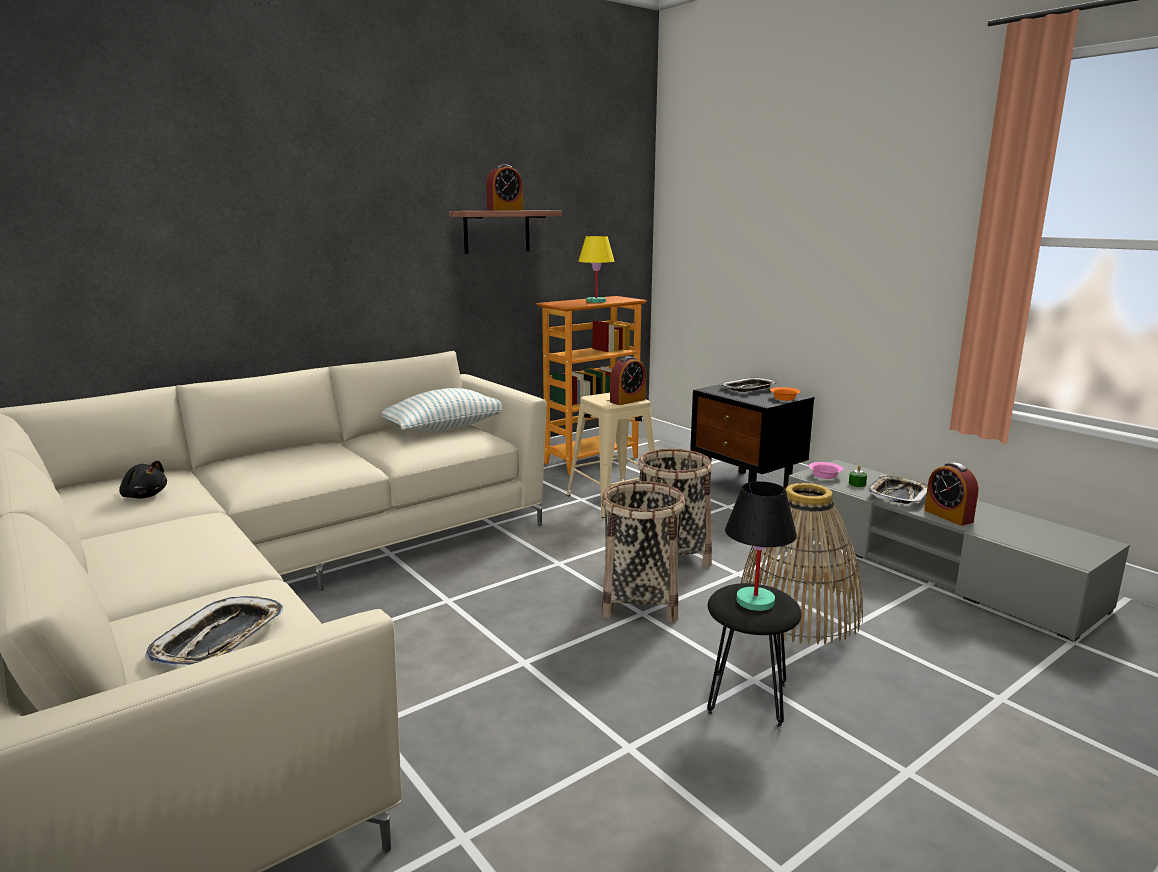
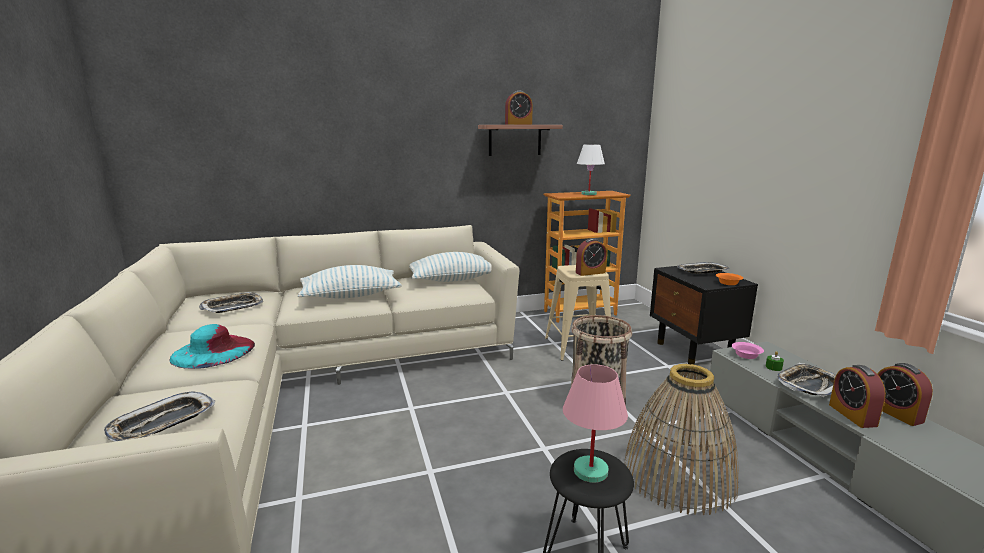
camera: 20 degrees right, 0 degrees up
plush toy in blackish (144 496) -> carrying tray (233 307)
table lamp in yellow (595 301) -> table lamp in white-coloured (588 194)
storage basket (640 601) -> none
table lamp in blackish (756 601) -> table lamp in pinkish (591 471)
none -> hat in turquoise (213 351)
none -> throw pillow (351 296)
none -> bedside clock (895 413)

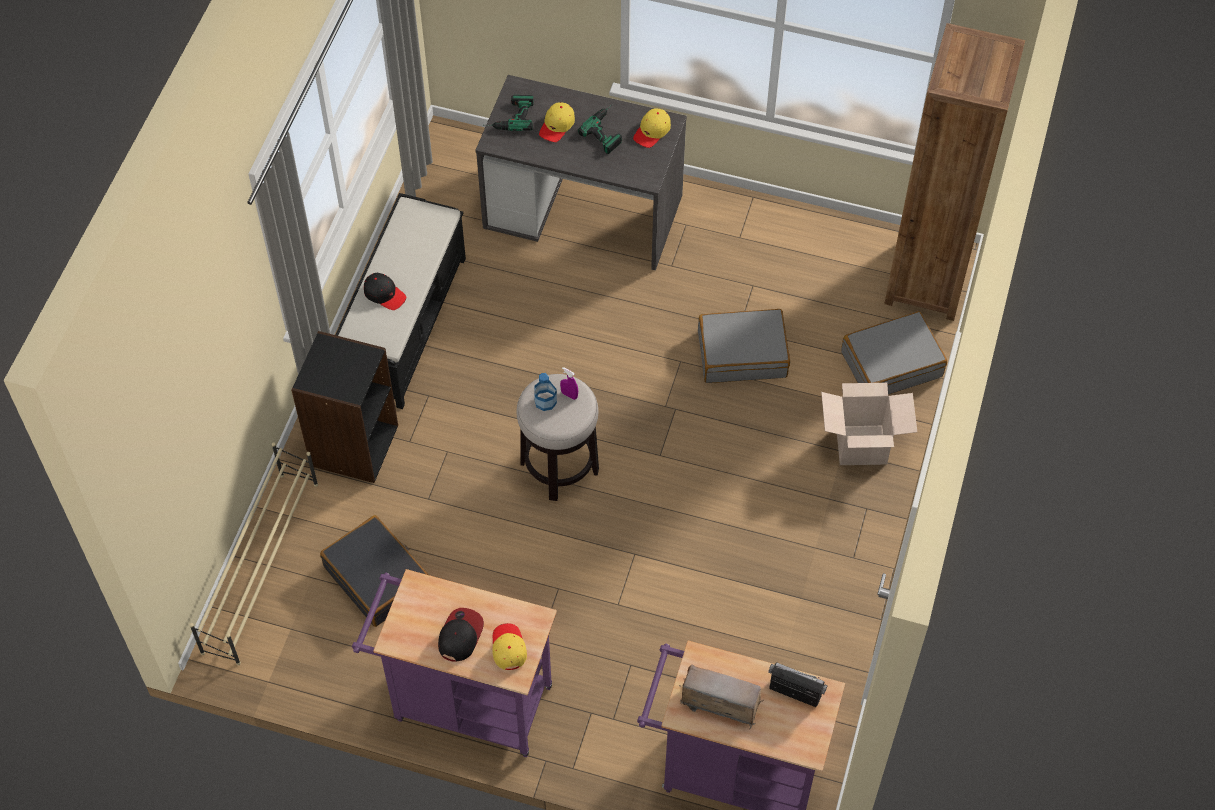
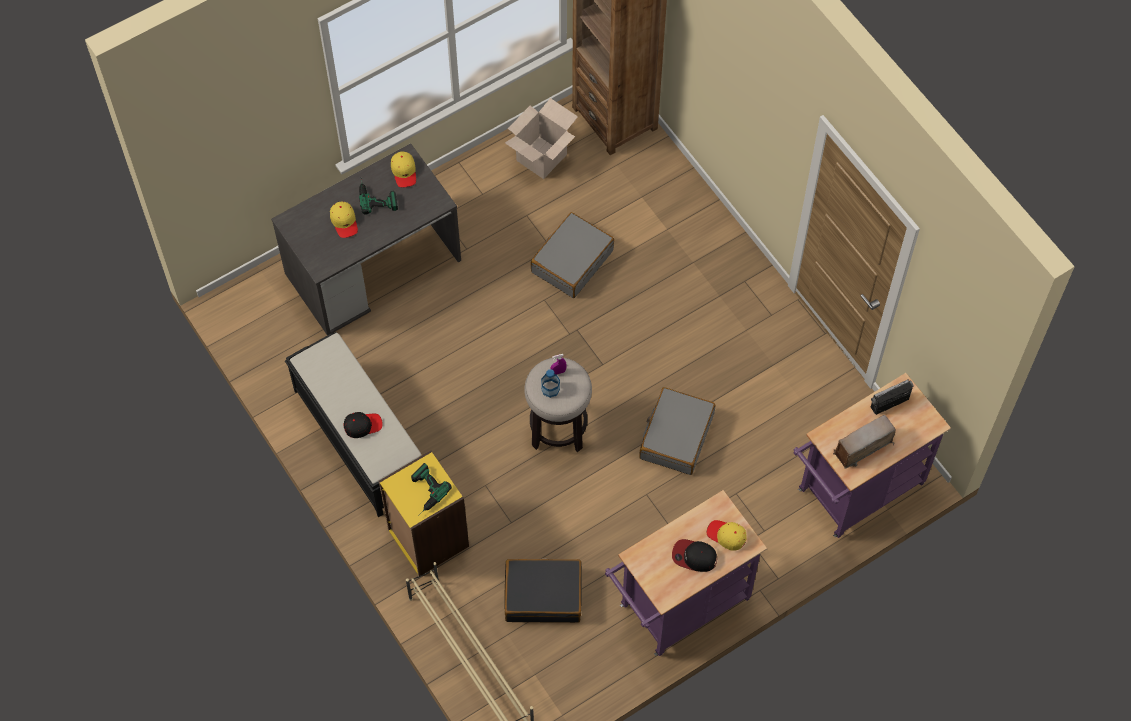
camera: 50 degrees left, 5 degrees up
shelving unit in blackish (353 445) -> shelving unit in yellow (427 538)
cap (460 635) -> cap (694 557), 45 degrees counterclockwise
electric drill (508 116) -> electric drill (423 493), moved
carton (861 445) -> carton (541 157), moved
piece of luggage in grey (891 364) -> piece of luggage in grey (676 436), moved

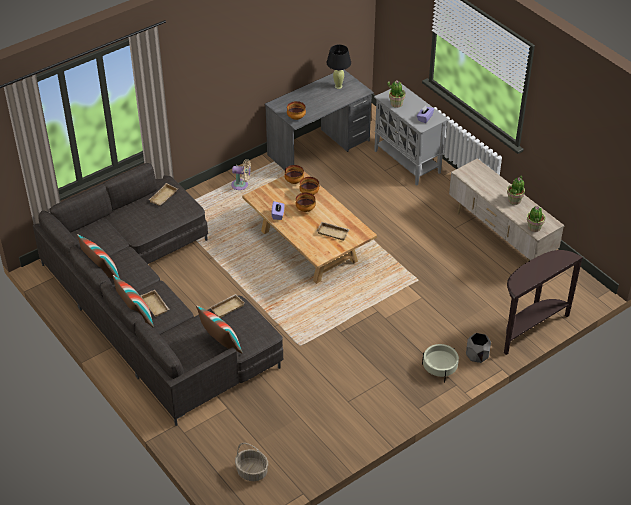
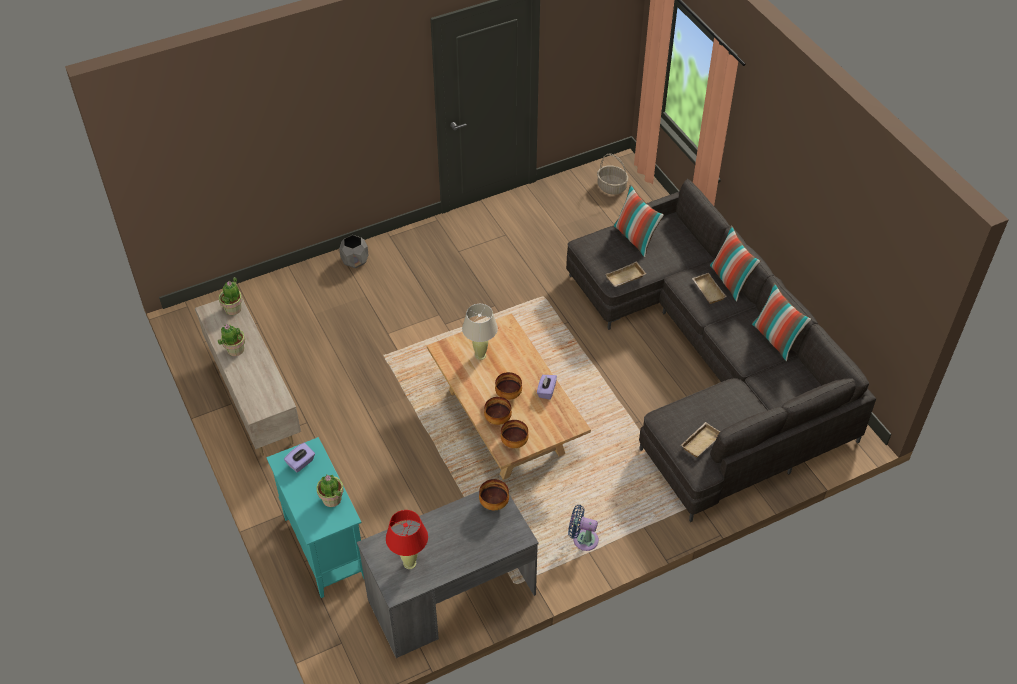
camera: 170 degrees left, 5 degrees up
electric fan in beige-coloured (241 185) -> electric fan in bluish (582 539)
carrying tray in beige-coloured (333 232) -> table lamp in beige-coloured (480 355)
table lamp in blackish (338 86) -> table lamp in red-coloured (409 563)
cupboard in grey (407 162) -> cupboard in turquoise (324 547)
flower pot in beige-coloured (439 368) -> none
console table in brownish (529 328) -> none

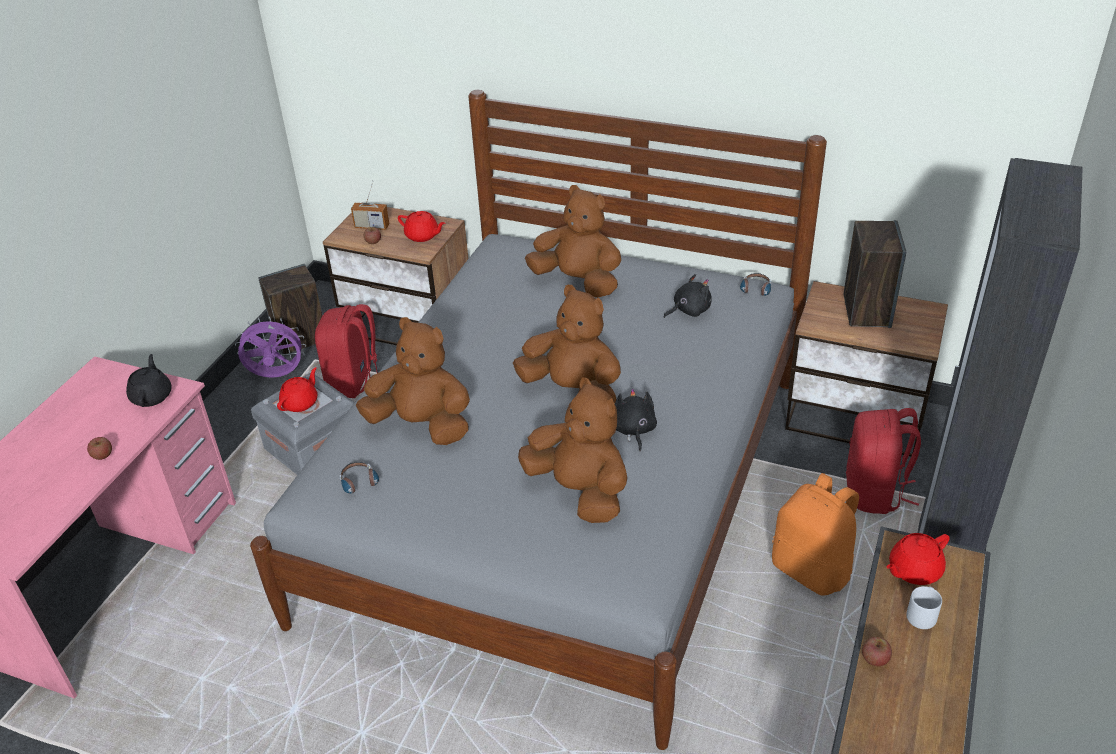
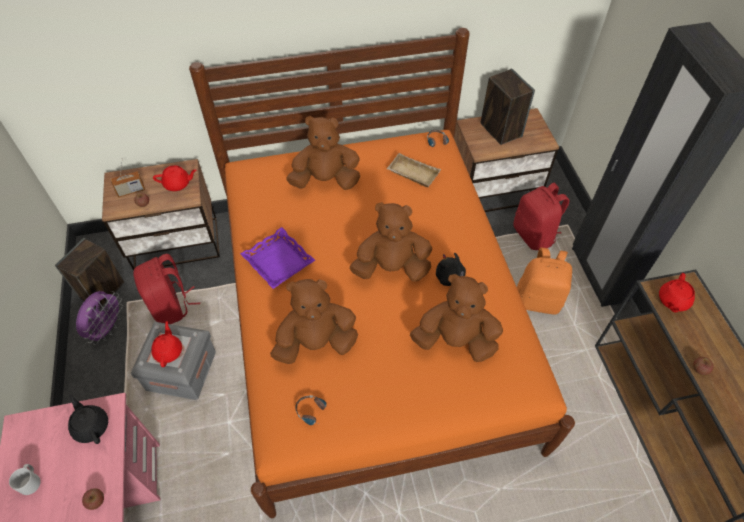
camera: 35 degrees left, 15 degrees up
electric fan in purple-coloured (276 376) -> electric fan in purple-coloured (107 329), 150 degrees clockwise
bed in grey (563 493) -> bed in orange (371 321)
plush toy in blackish (689 310) -> carrying tray in beige-coloured (412 174)
tea mug in grey (922 615) -> tea mug in grey (31 481), moved
none -> carrying tray in purple-coloured (279 261)

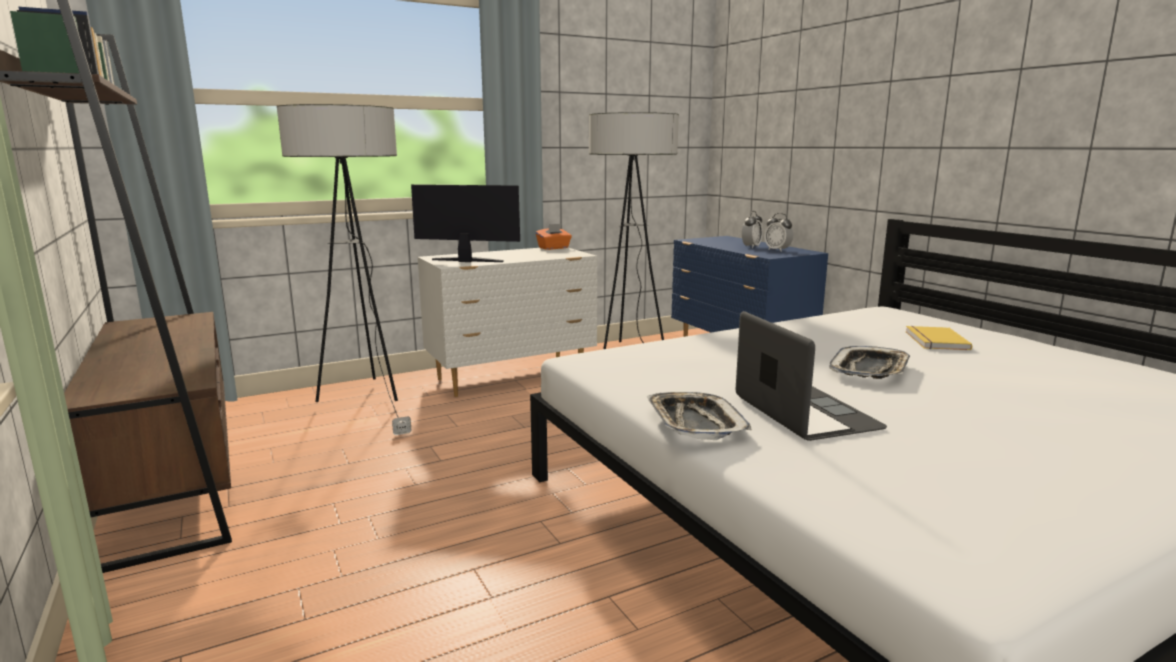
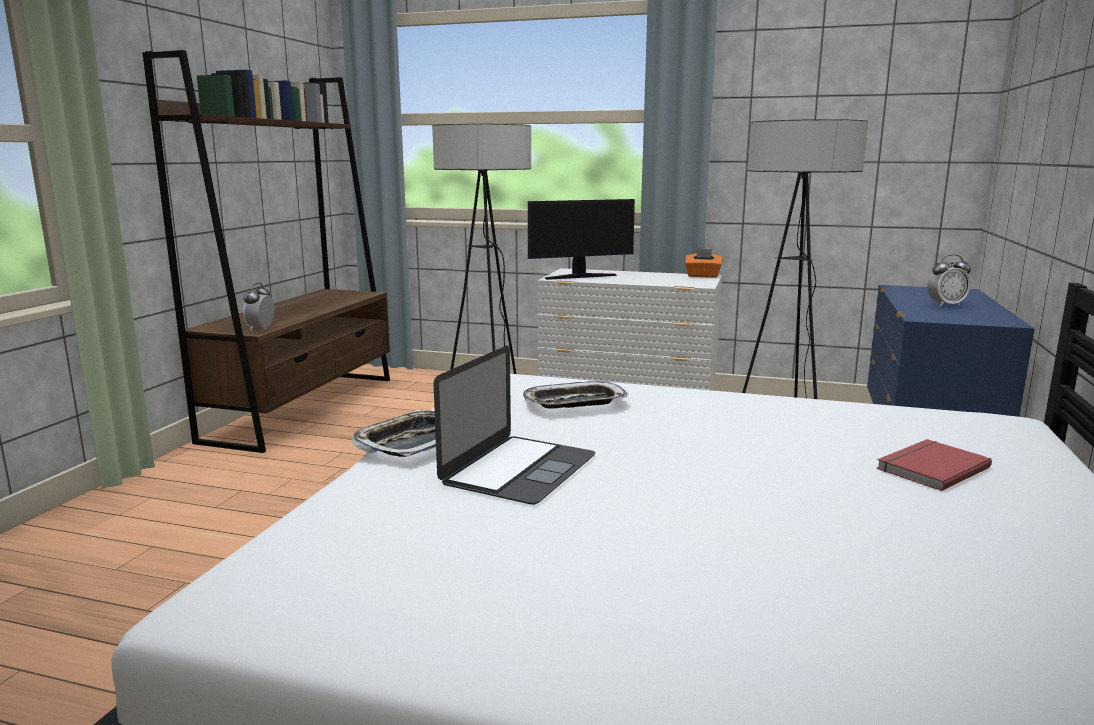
camera: 45 degrees right, 0 degrees up
computer screen (466 261) -> computer screen (580 276), 105 degrees clockwise
bedside clock (777 250) -> bedside clock (261 329), moved
carrying tray (870 369) -> carrying tray (574 403), moved
book in yellow (934 341) -> book in red-coloured (929 467)

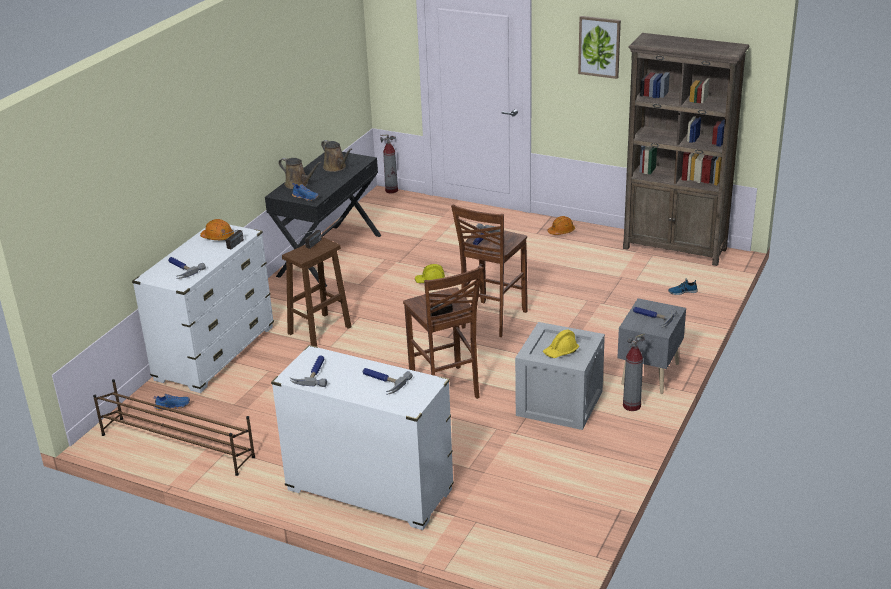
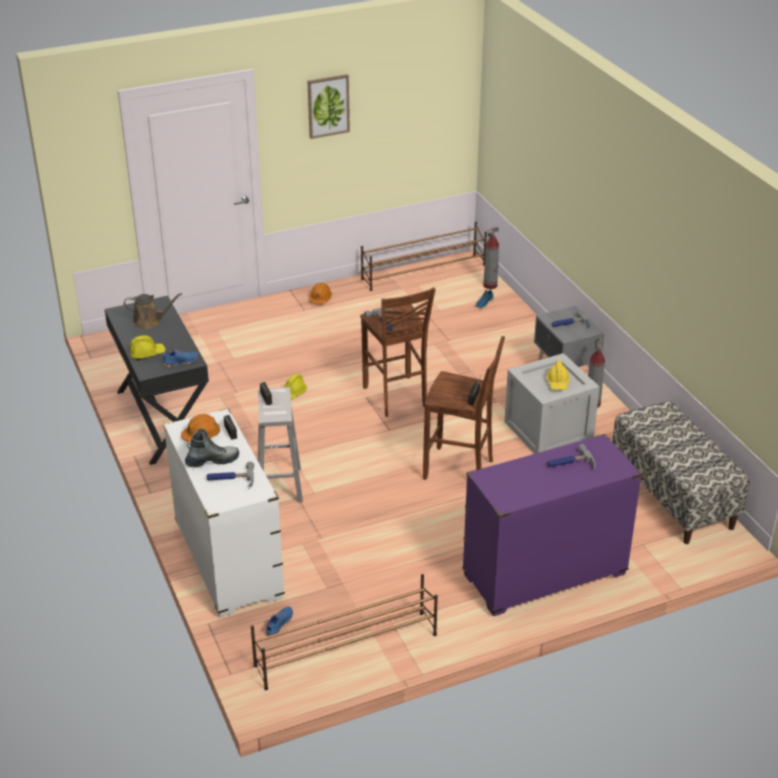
camera: 50 degrees left, 5 degrees up
drawer chest in white-coloured (369 490) -> drawer chest in purple-coloured (544 575)
watering pot in brownish (298 184) -> work helmet in yellow (147 354)
sitting stool in brownish (320 330) -> sitting stool in white-coloured (279 485)
hand hammer (313 373) -> none
fire extinguisher (391 190) -> fire extinguisher (490 285), moved
shelving unit in brownish (675 249) -> shoe stand in brownish (424 272)
none -> high-top boot (212 461)
none -> long seat (673 496)

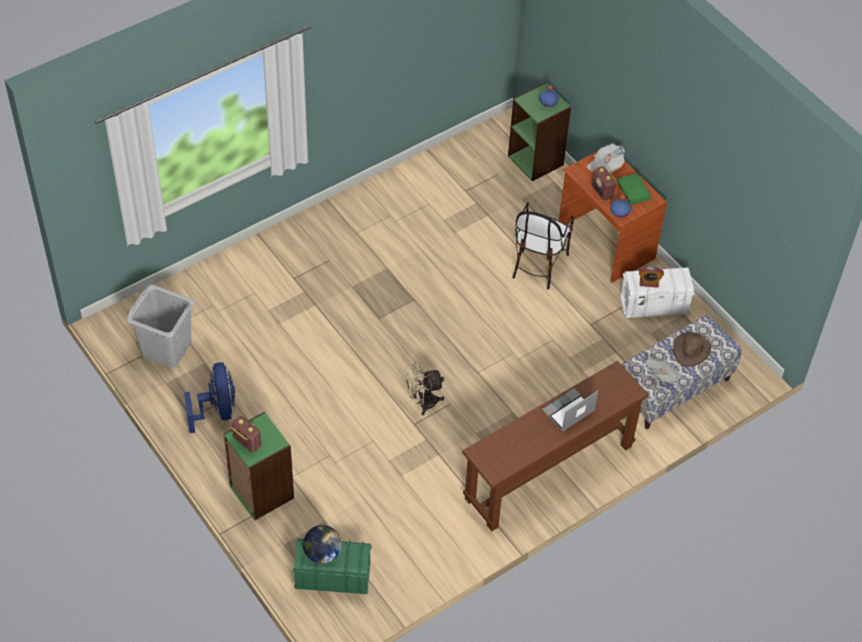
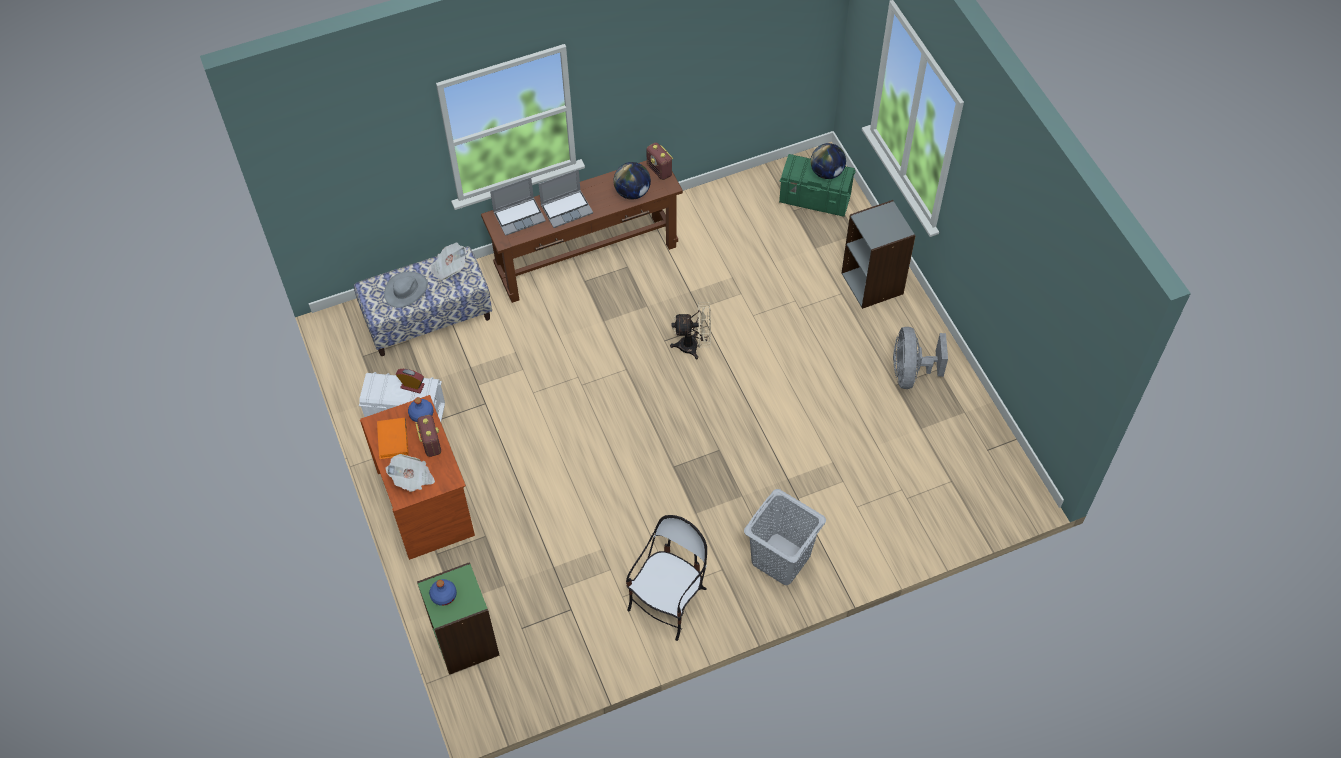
camera: 165 degrees left, 5 degrees up
laundry basket in grey (166 349) -> laundry basket in grey (780 558), moved
electric fan in bluish (217 410) -> electric fan in grey (910 372)
shelving unit in green (261 492) -> shelving unit in grey (873 283)
radio set (247 442) -> radio set (659 170), moved
upright chair (538 264) -> upright chair (669 602), moved
book in green (633 190) -> book in orange (393 440)
hat in brownish (691 349) -> hat in grey (406 290)
none -> notebook computer (519 216)
none -> desk globe (632 192)

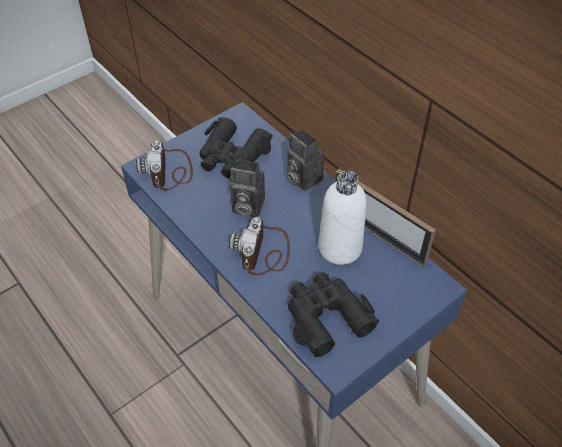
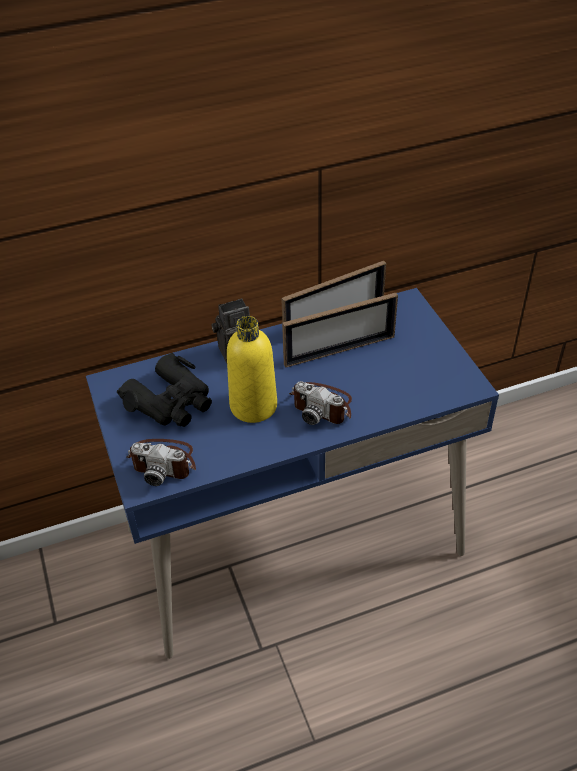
camera: 70 degrees left, 5 degrees down
still camera (246 206) -> drink bottle in yellow (253 406)
pair of binoculars in blackish (325 317) -> none
drink bottle in white-coloured (340 248) -> standing frame (339 350)

